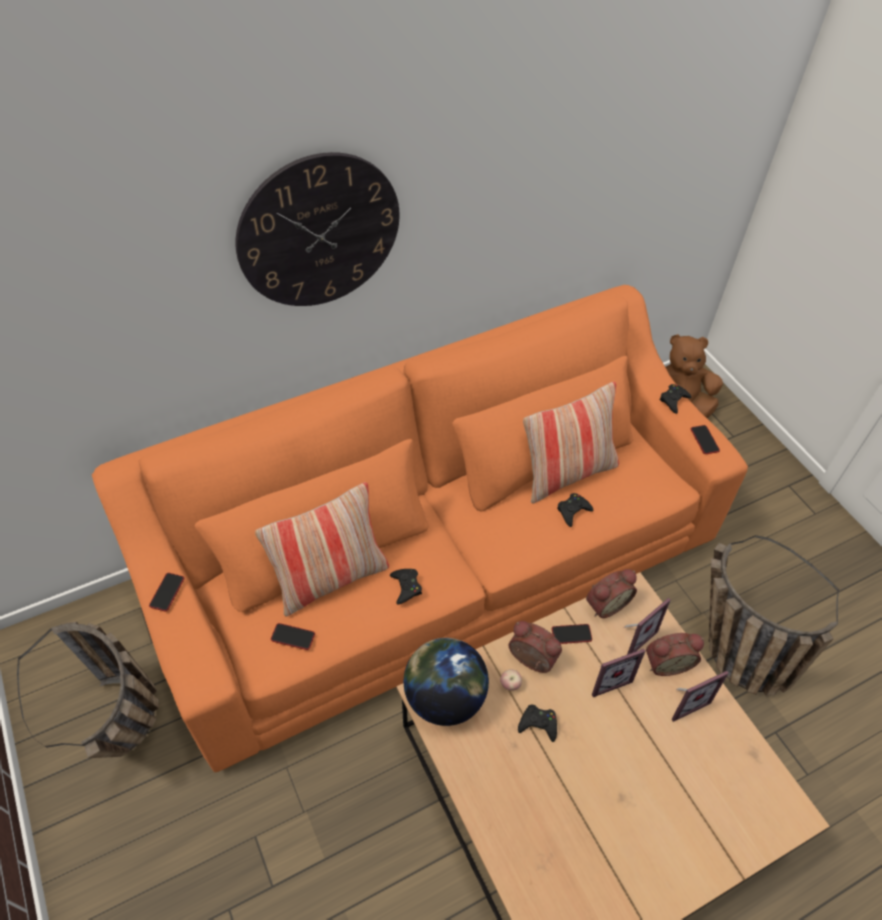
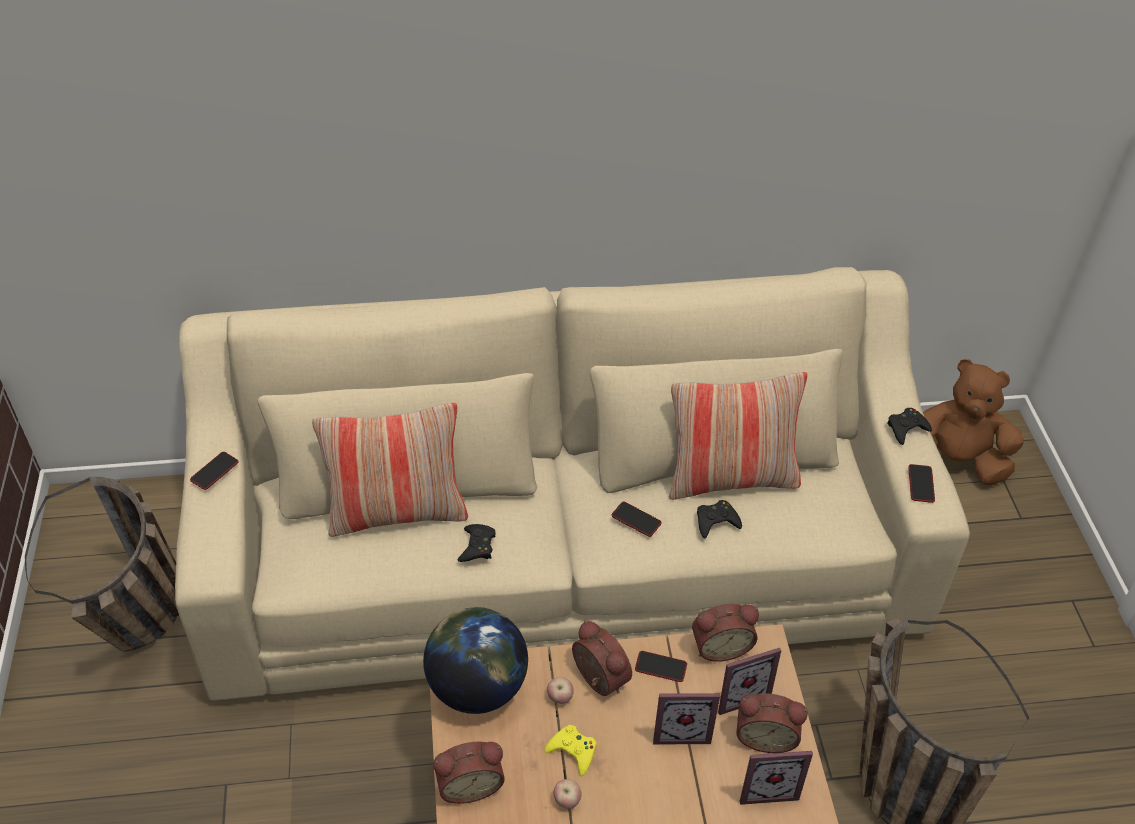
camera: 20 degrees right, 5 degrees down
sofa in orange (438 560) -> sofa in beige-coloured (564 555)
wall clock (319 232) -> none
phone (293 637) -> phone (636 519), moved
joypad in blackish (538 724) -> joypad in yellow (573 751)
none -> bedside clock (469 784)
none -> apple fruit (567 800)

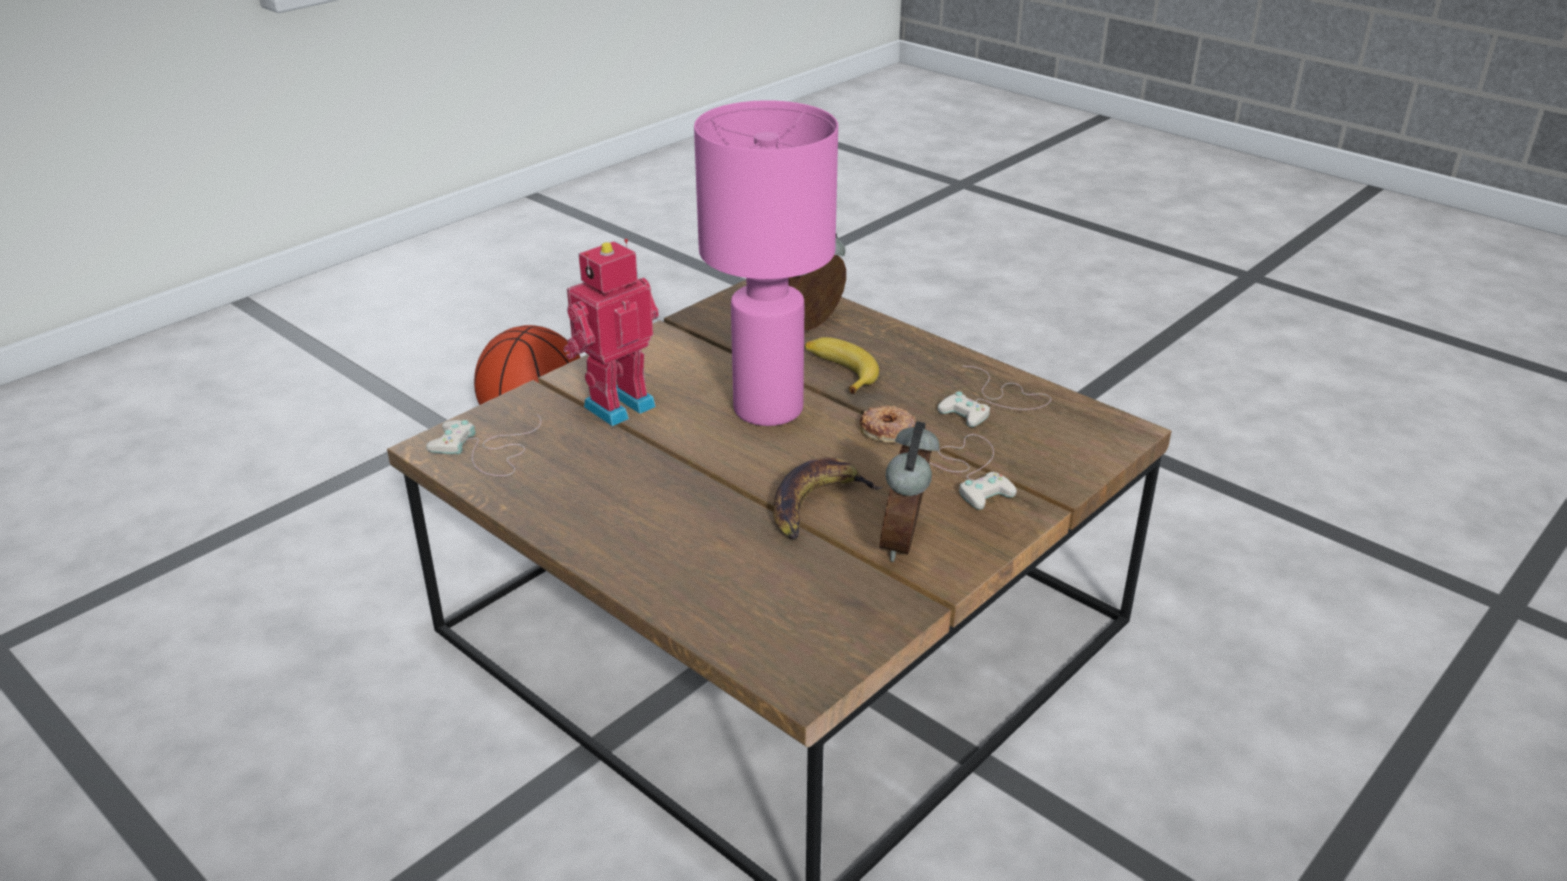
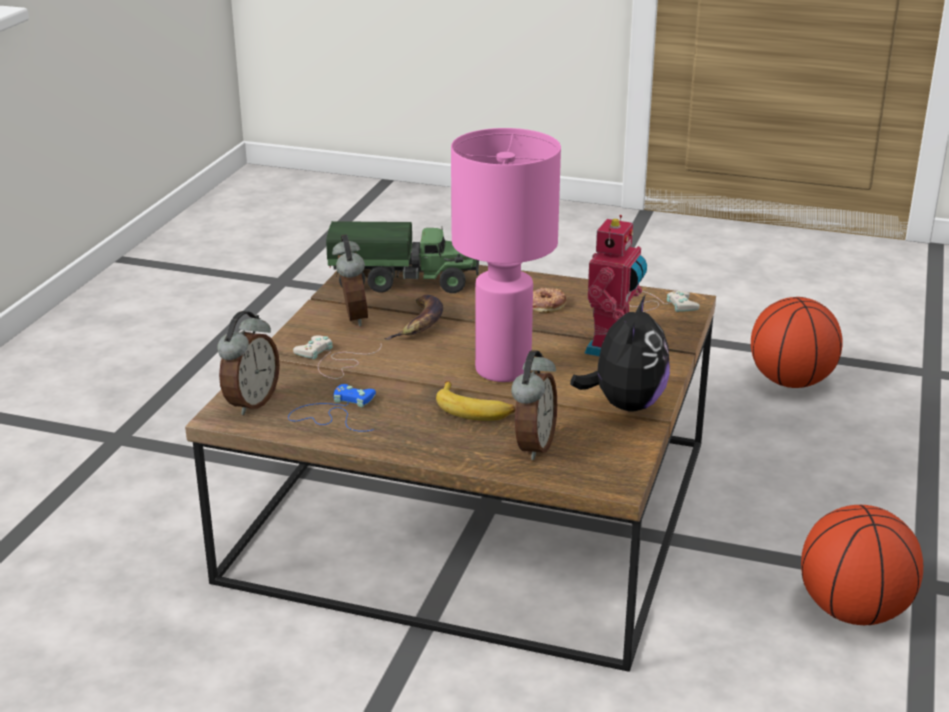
camera: 155 degrees right, 5 degrees down
donut (887 430) -> donut (546 304), moved
joypad in white-coloured (993 403) -> joypad in bluish (334 413)
none -> bedside clock (250 403)
none -> model truck (405 282)
none -> plush toy (625 405)
none -> ball for basketball (790 382)

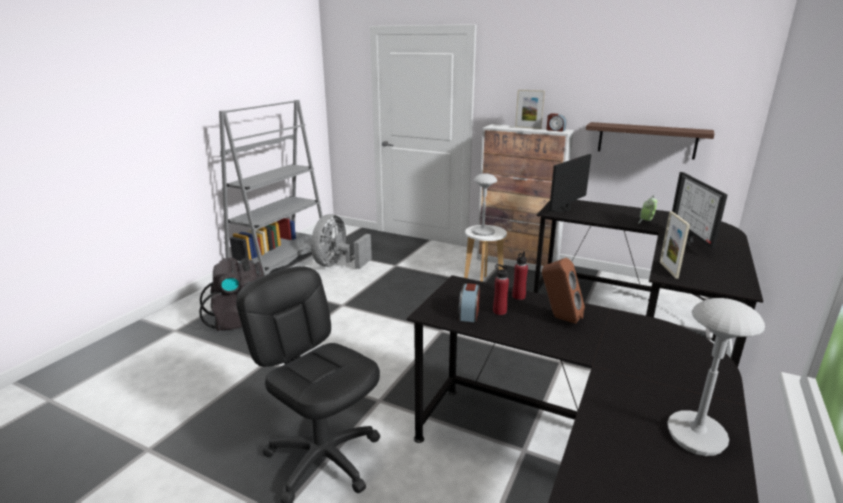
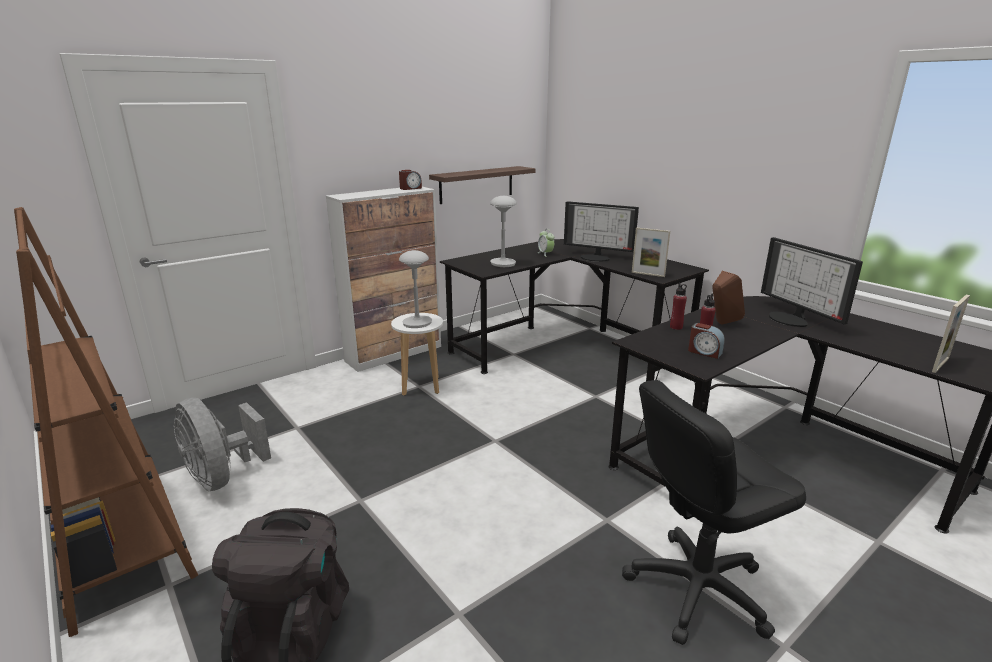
camera: 65 degrees left, 0 degrees up
shelving unit in grey (281 264) -> shelving unit in brownish (122 541)
standing frame (528 128) -> standing frame (940 365), moved
computer screen (560 208) -> computer screen (791 319), moved
table lamp in grey (695 434) -> table lamp in grey (502 263), moved

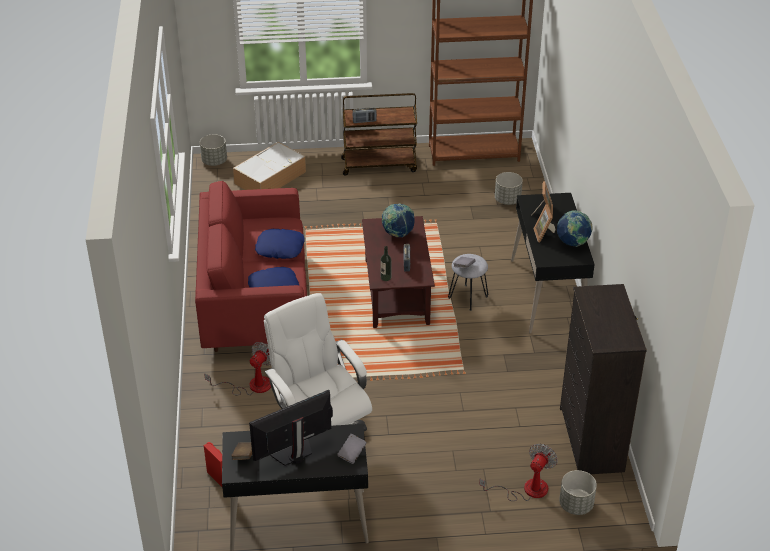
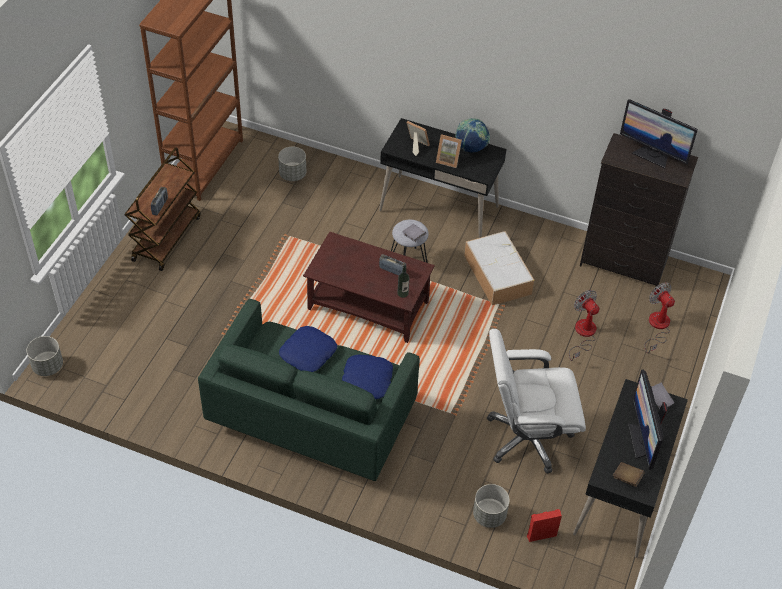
camera: 65 degrees left, 10 degrees up
sofa in red-coloured (255 302) -> sofa in green (312 417)
electric fan (251 385) -> electric fan (583 334), moved
storage bin (270 177) -> storage bin (496 274), moved
desk globe (397 234) -> none
flower pot in grey (575 505) -> flower pot in grey (489 515), moved
none -> computer screen (652 155)

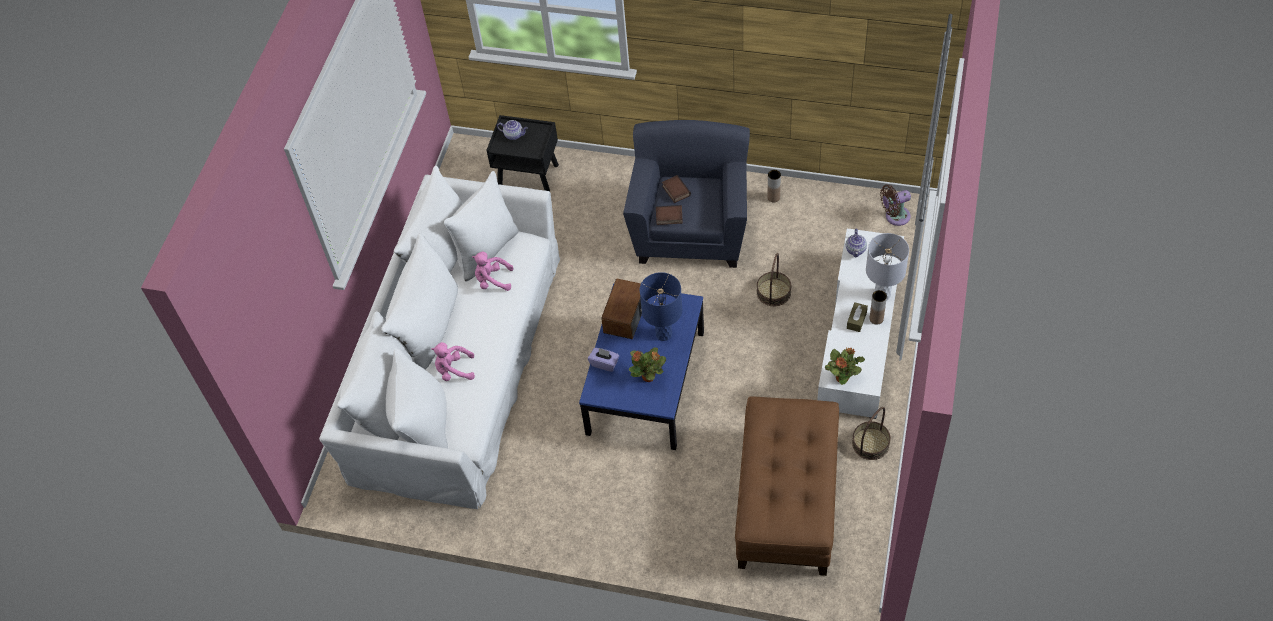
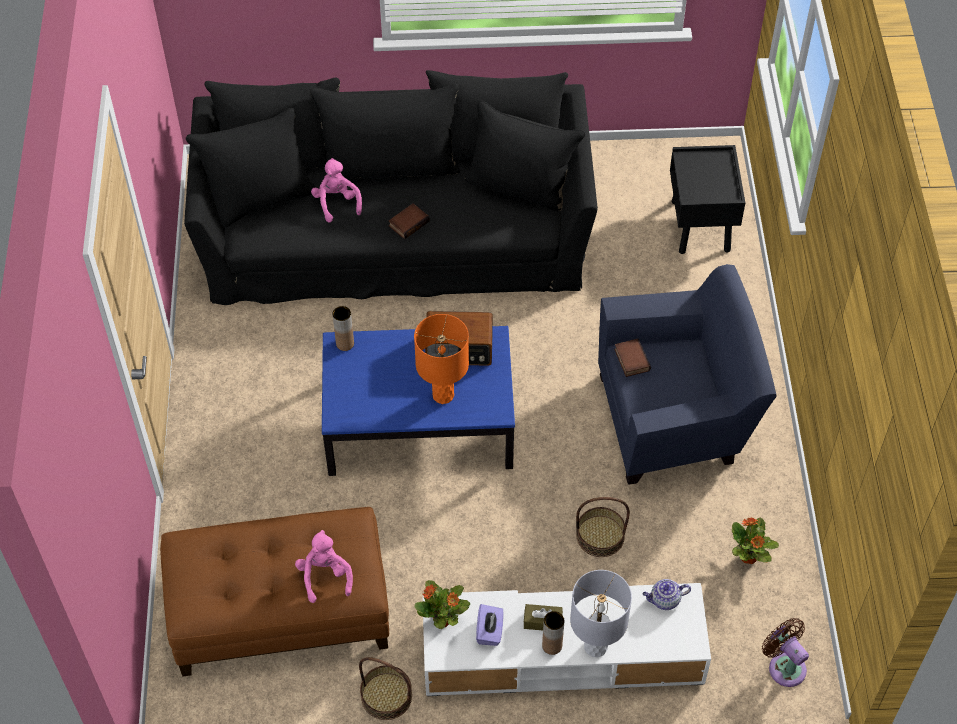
camera: 70 degrees right, 0 degrees up
sofa in white-coloured (459 365) -> sofa in blackish (396 234)
plush toy in pinkish (492 280) -> plush toy in pinkish (325 576), moved
pot for tea (514 135) -> none
tissue holder in purple-coloured (604 363) -> tissue holder in purple-coloured (489 631), moved
houseplant (649 377) -> houseplant (748 557), moved
table lamp in bluish (664 334) -> table lamp in orange (443 395)
book (675 191) -> book (408 223), moved
flower vase in brownish (773 197) -> flower vase in brownish (345 344), moved

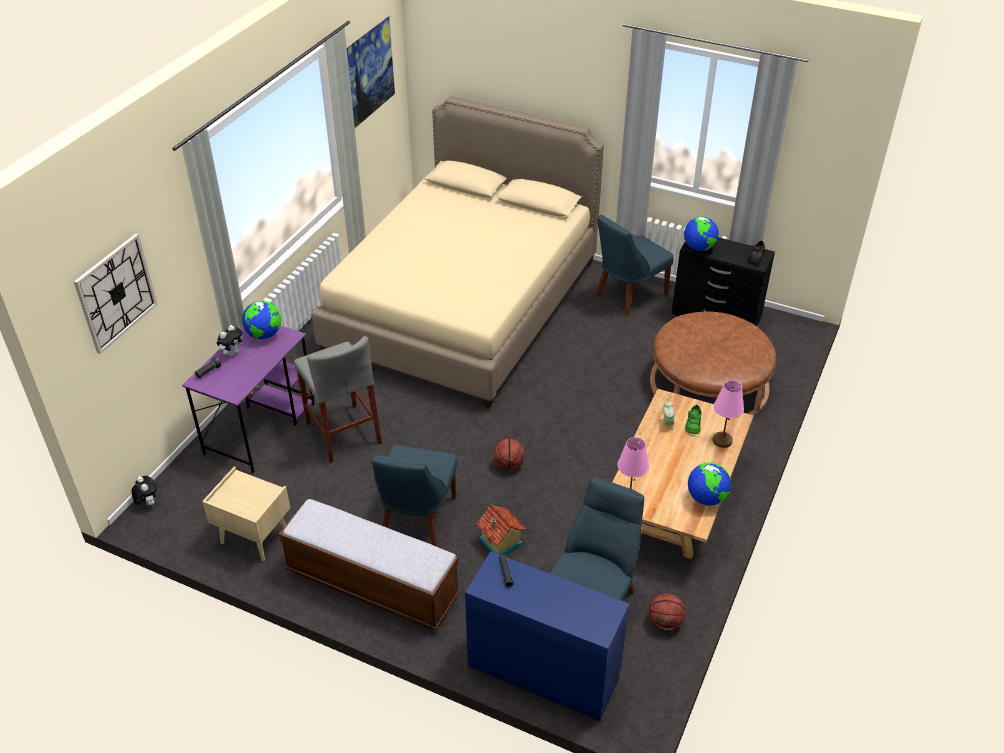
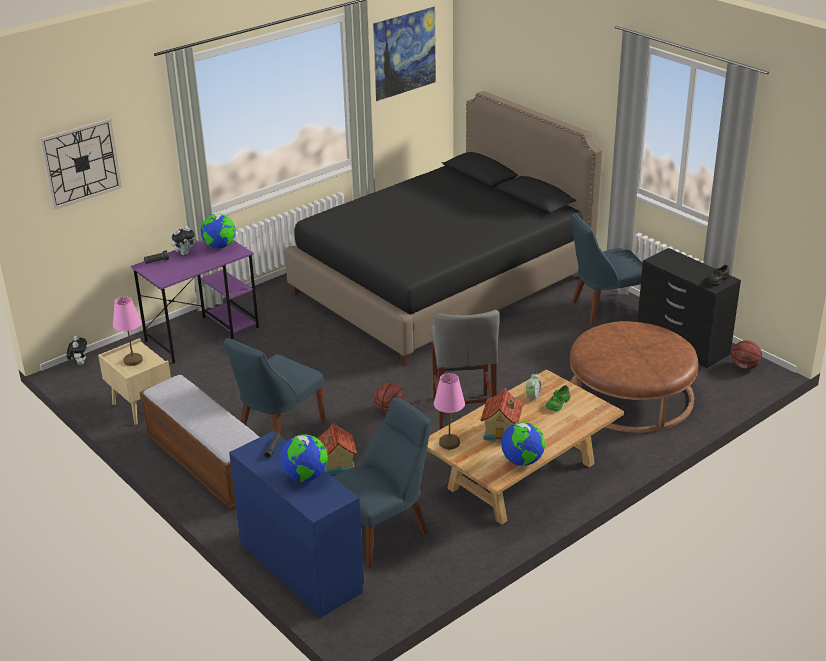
camera: 25 degrees right, 10 degrees down
sitting stool in grey (343 433) -> sitting stool in grey (463 414), moved
bed in beige-coloured (463 305) -> bed in blackish (442 284)
ball for basketball (665 622) -> ball for basketball (745 366), moved
desk globe (699 248) -> desk globe (305 477), moved
table lamp in pinkish (722 441) -> table lamp in pinkish (132 360), moved
none -> model house (502 432)

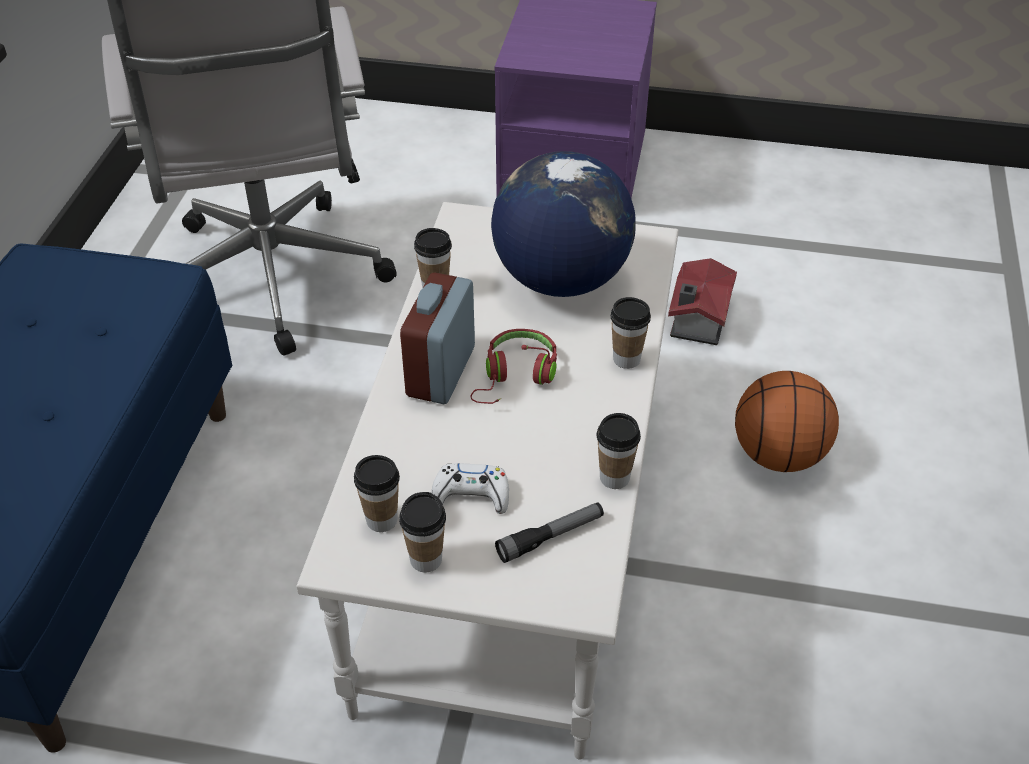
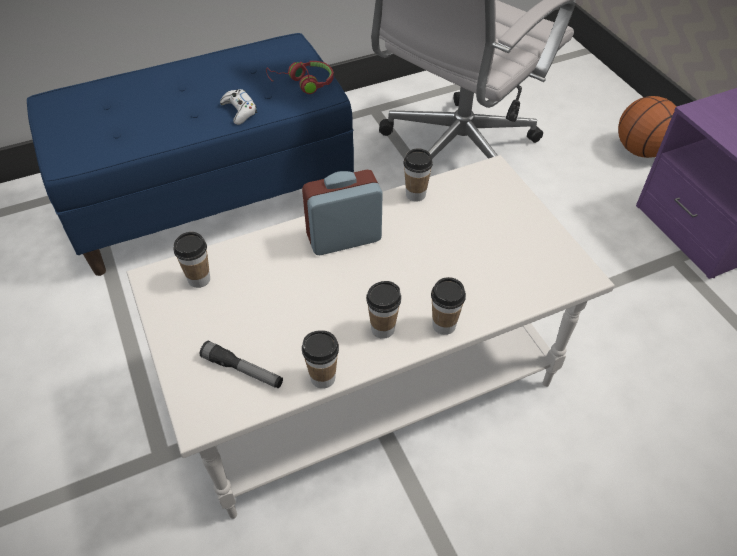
camera: 55 degrees right, 5 degrees up
cup (426 559) -> cup (382 329), moved
joypad in white-coloured (471 495) -> joypad in white-coloured (239 111), moved
pair of headphones in red-coloured (515 376) -> pair of headphones in red-coloured (303 83), moved
desk globe (560 279) -> none
model house (696 320) -> none
ball for basketball (778 455) -> ball for basketball (640 150), moved

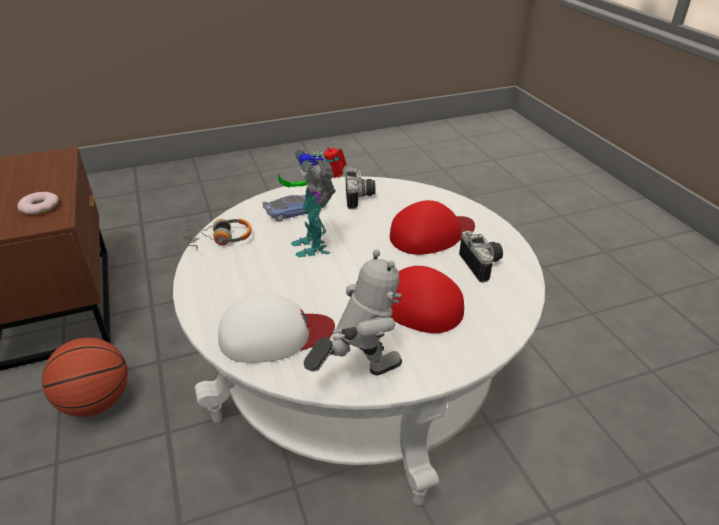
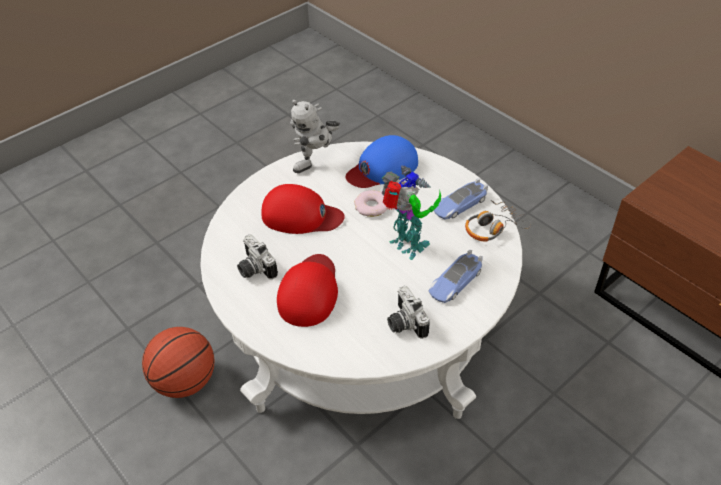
camera: 160 degrees right, 10 degrees up
donut (39 207) -> donut (372 206), moved
ball for basketball (96 402) -> ball for basketball (185 381), moved
cap in white-coloured (274 335) -> cap in bluish (382 168)
cap in red-coloured (431 234) -> cap in red-coloured (309 292), 150 degrees clockwise
none -> model car (459 204)

